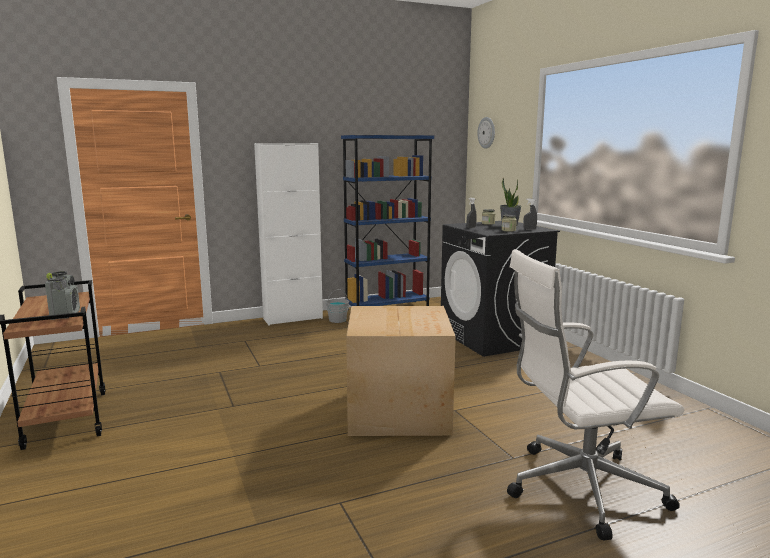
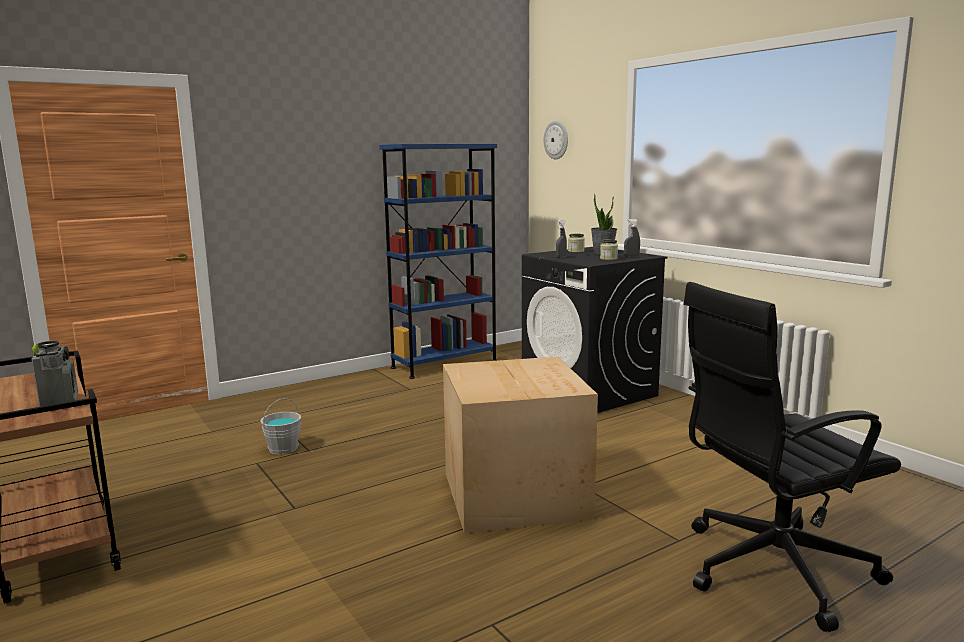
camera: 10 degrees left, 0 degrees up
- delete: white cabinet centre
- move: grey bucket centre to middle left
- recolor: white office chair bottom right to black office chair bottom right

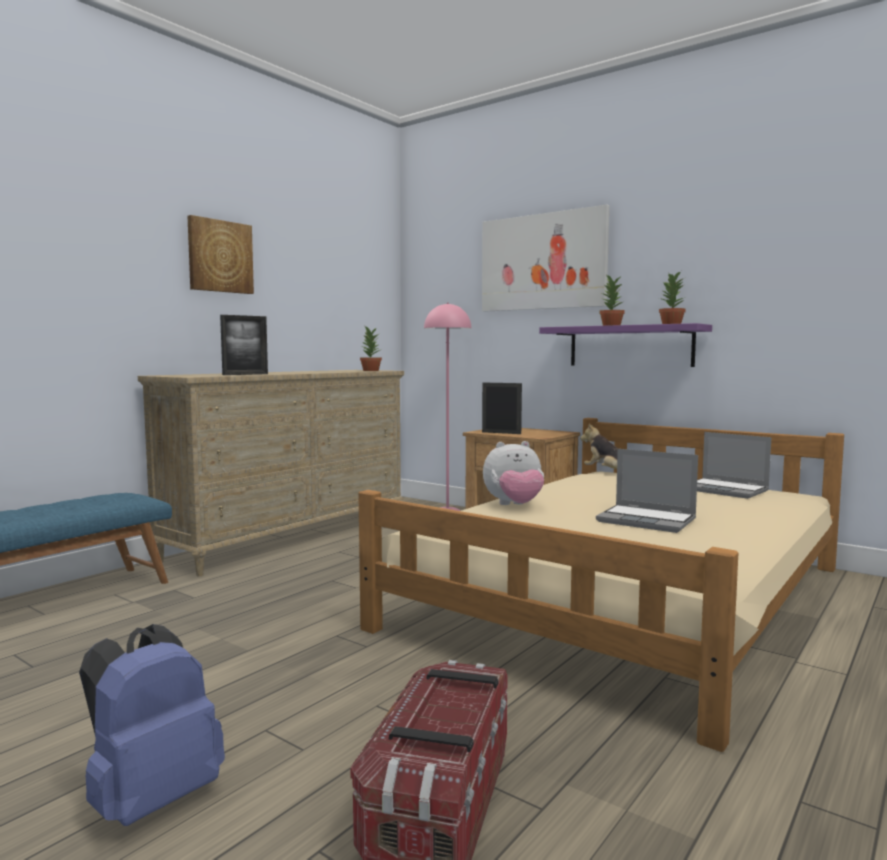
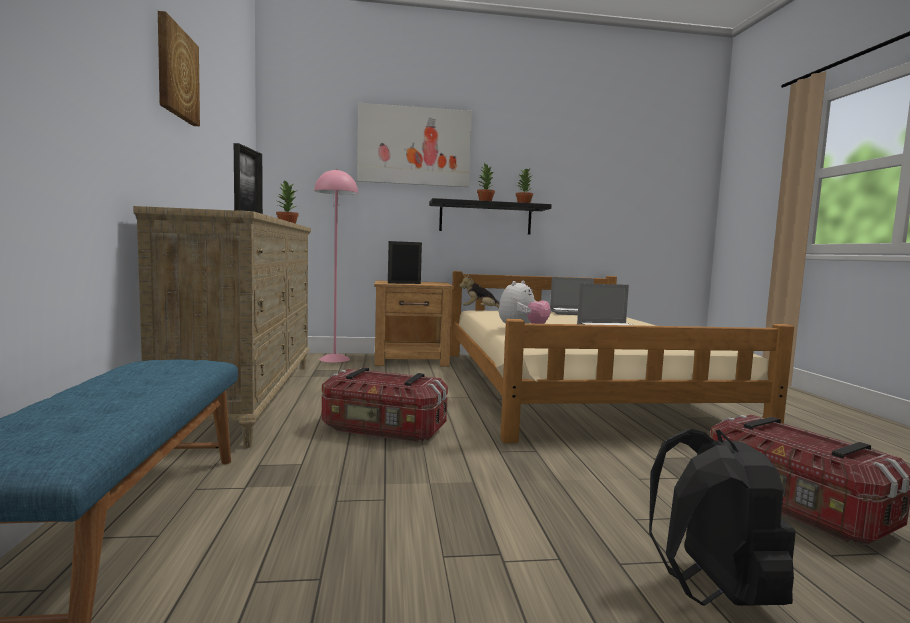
camera: 45 degrees left, 0 degrees up
- recolor: blue backpack bottom left to black backpack bottom right
- recolor: purple shelf middle right to black shelf centre
- insert: storage box (1st from left) centre

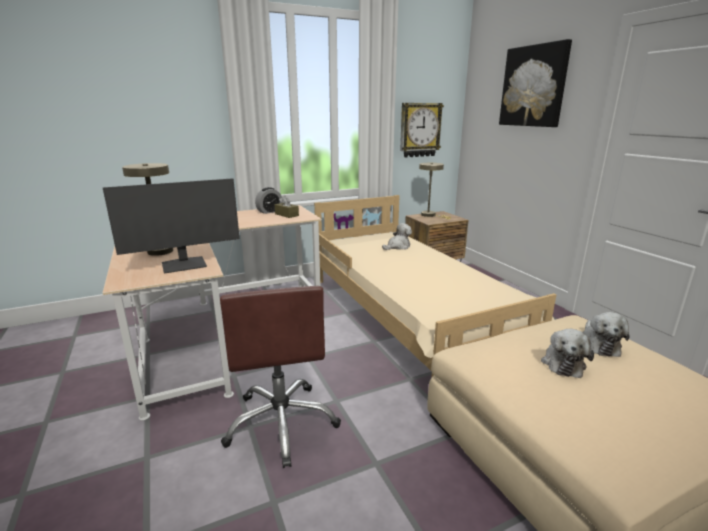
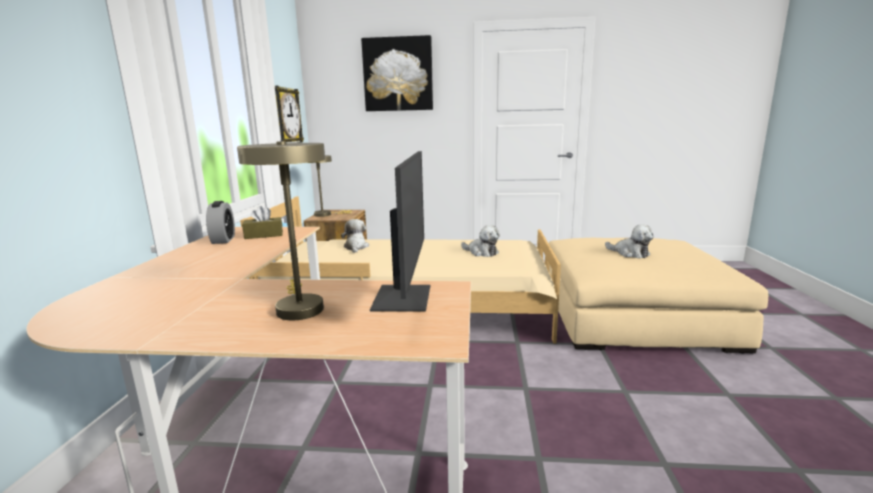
camera: 60 degrees left, 5 degrees down
- delete: brown office chair bottom centre
- move: plush toy (3rd from left in the first image) middle right to plush toy (2nd from left) centre

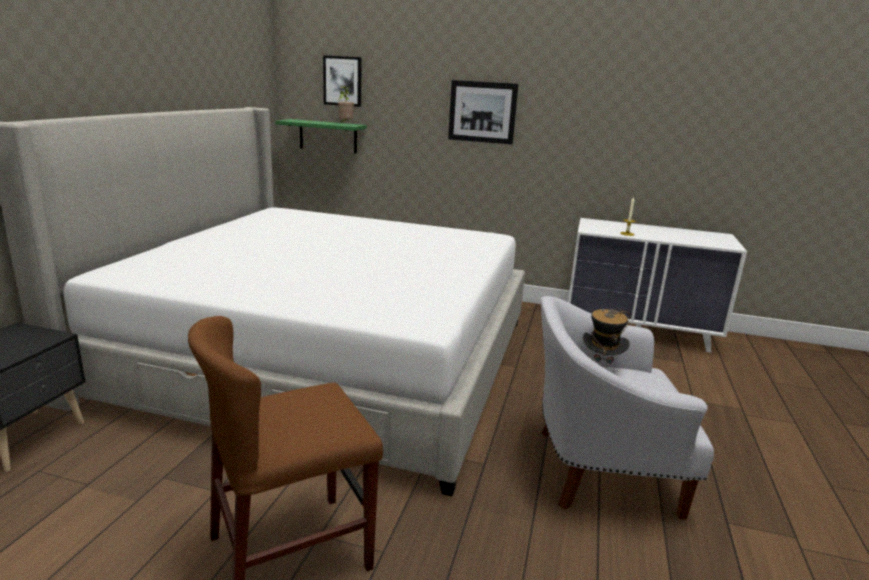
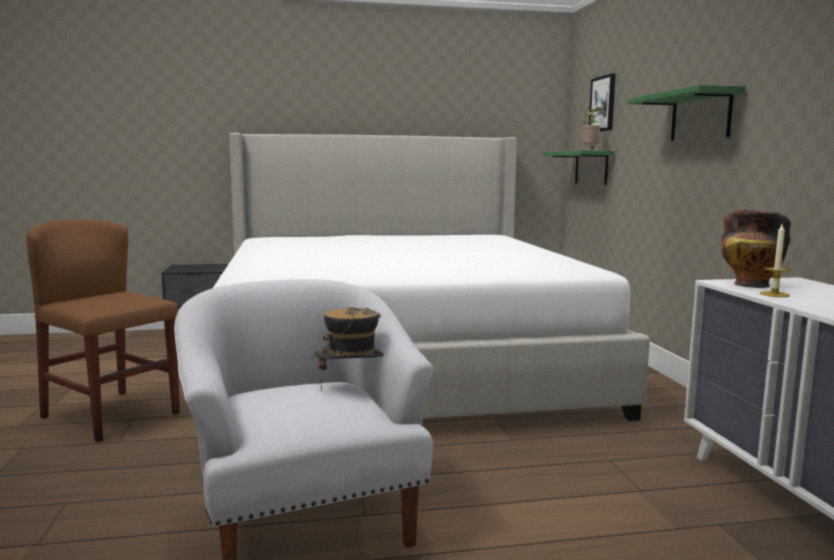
camera: 65 degrees right, 10 degrees down
- replace: picture (2nd from left) top centre to green shelf (2nd from left) top right
- insert: vase middle right

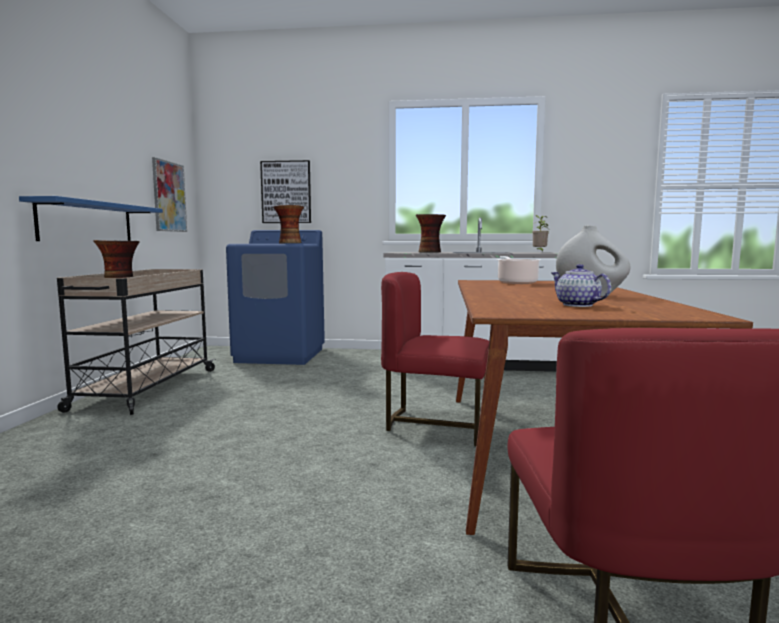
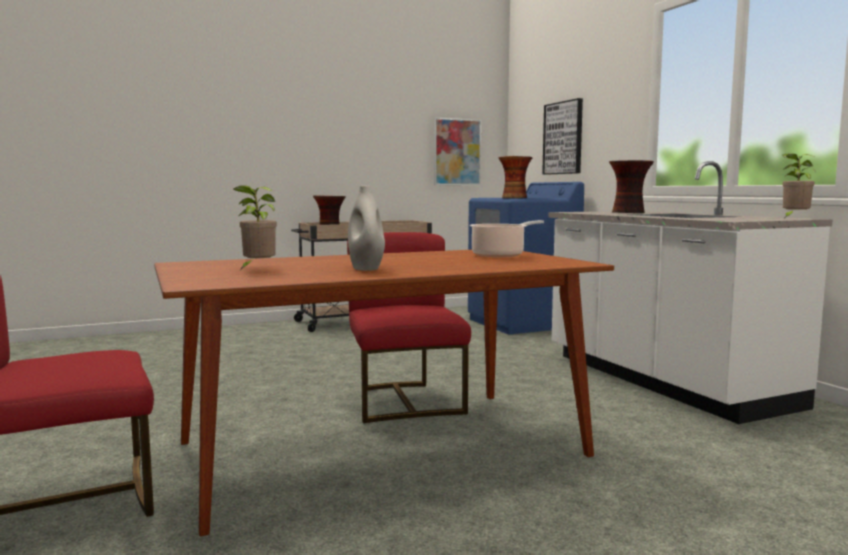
camera: 60 degrees right, 0 degrees up
- delete: blue shelf middle left
- replace: teapot middle right to potted plant (1st from left) middle left

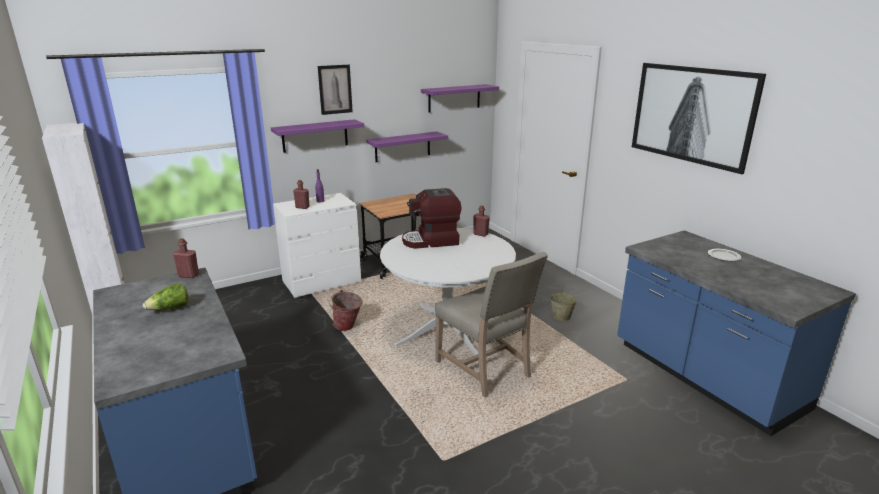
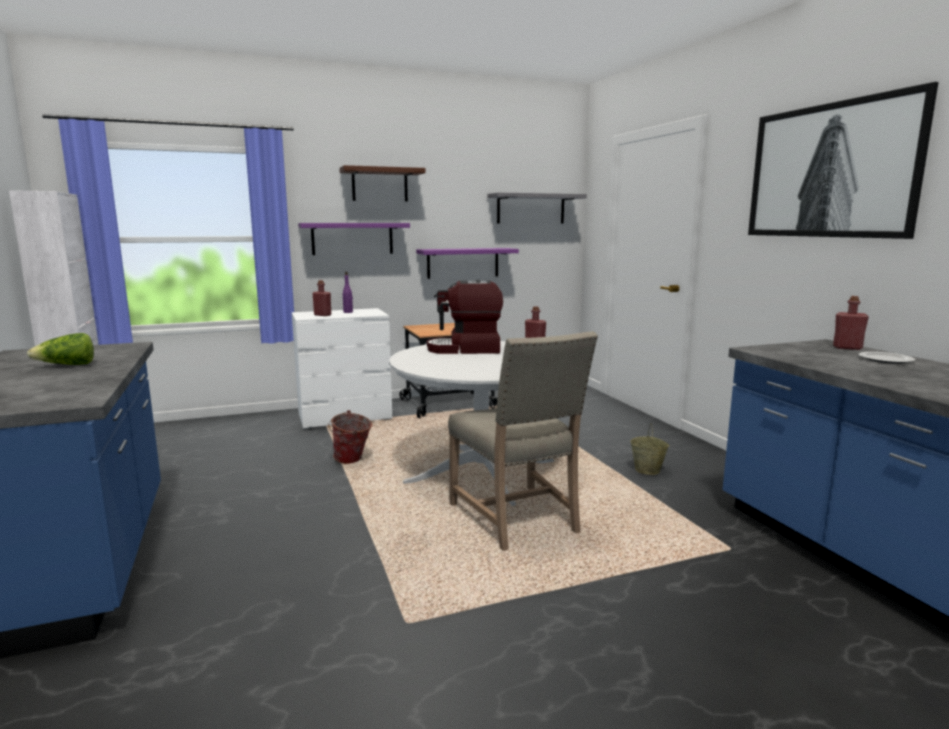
camera: 10 degrees right, 10 degrees down
- move: red bottle (1st from left in the first image) middle left to red bottle (3rd from left) middle right
- replace: picture (1st from left) top centre to brown shelf top centre
- recolor: purple shelf (3rd from left) top centre to grey shelf top centre

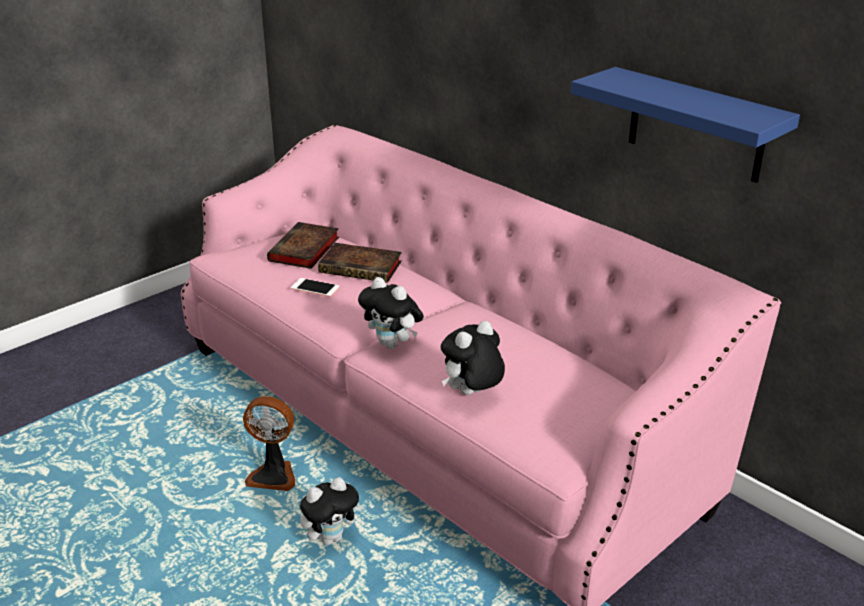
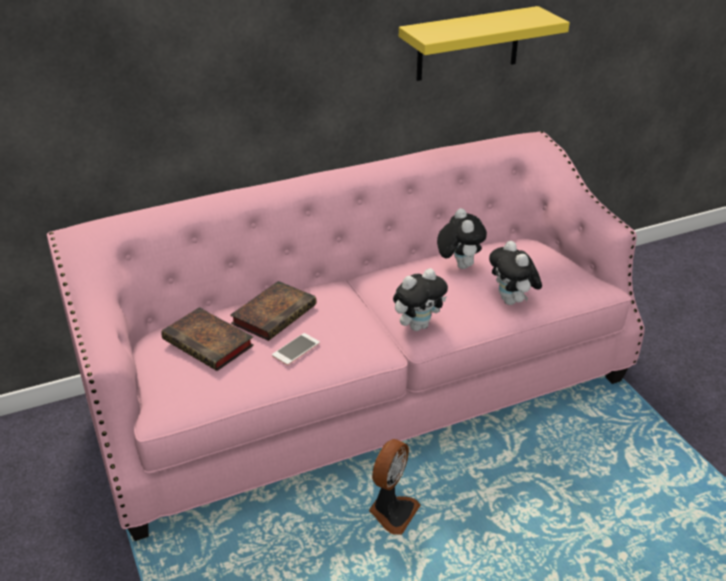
camera: 70 degrees left, 5 degrees up
- move: plush toy (1st from left in the first image) bottom centre to plush toy (2nd from left) centre
- recolor: blue shelf top right to yellow shelf top right

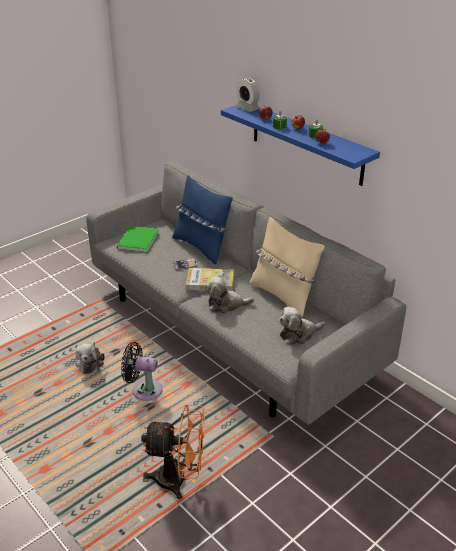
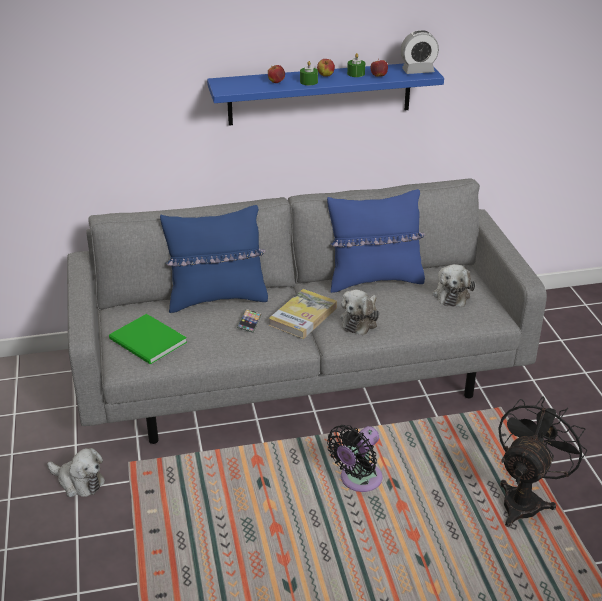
camera: 60 degrees left, 0 degrees up
- move: plush toy (1st from left) middle left to bottom left
- recolor: orange fan bottom centre to black fan (2nd from left) bottom right
- move: alarm clock top centre to top right
- recolor: beige pillow centre to blue pillow (2nd from left) centre

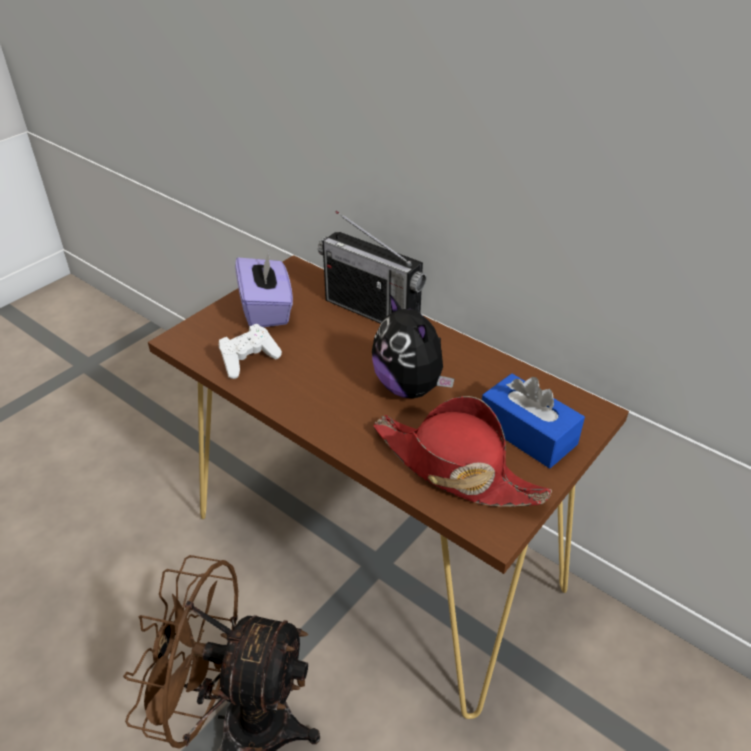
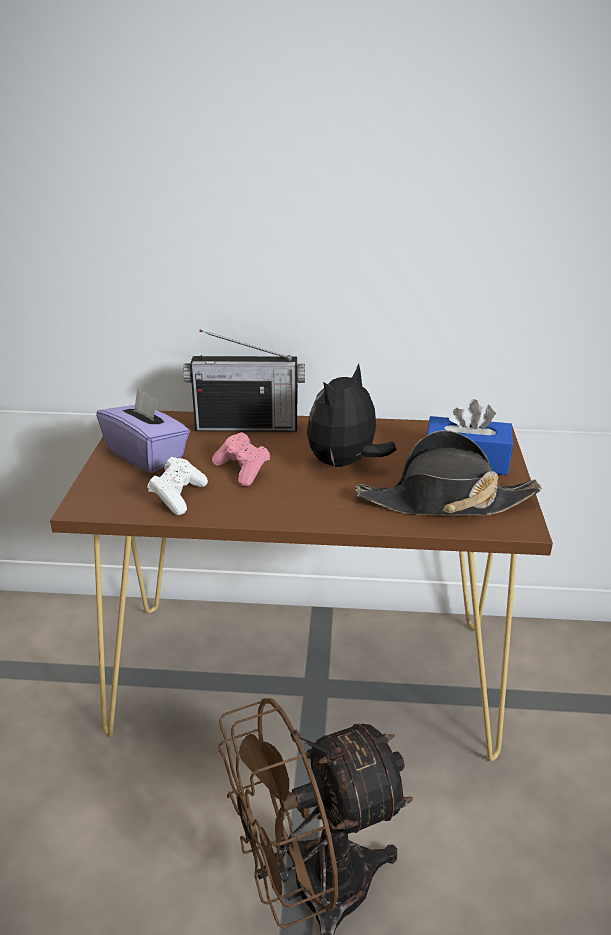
camera: 35 degrees left, 10 degrees down
- rotate: plush toy centre = centre 105 degrees clockwise
- recolor: red hat centre to black hat middle right
- insert: pink game controller centre

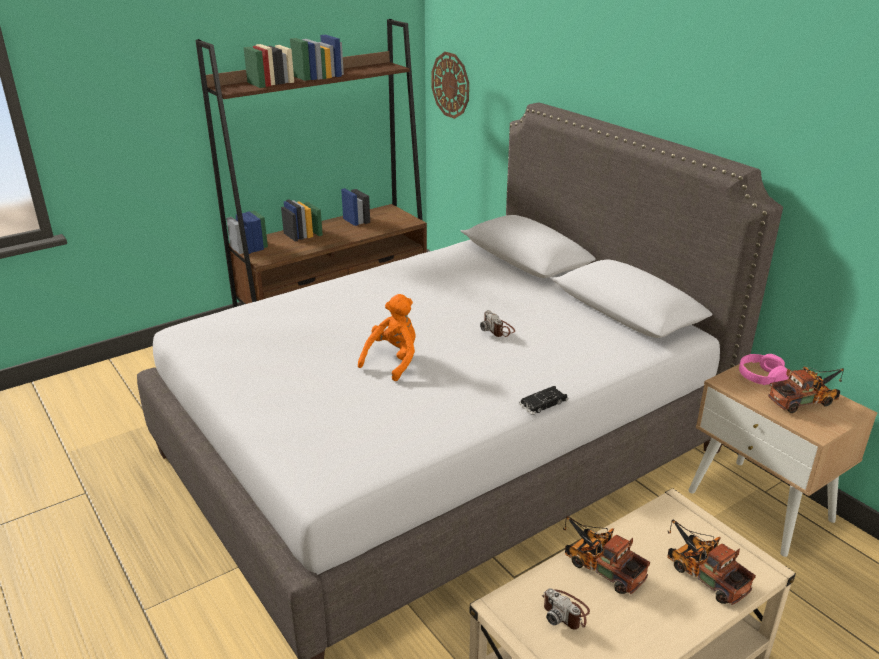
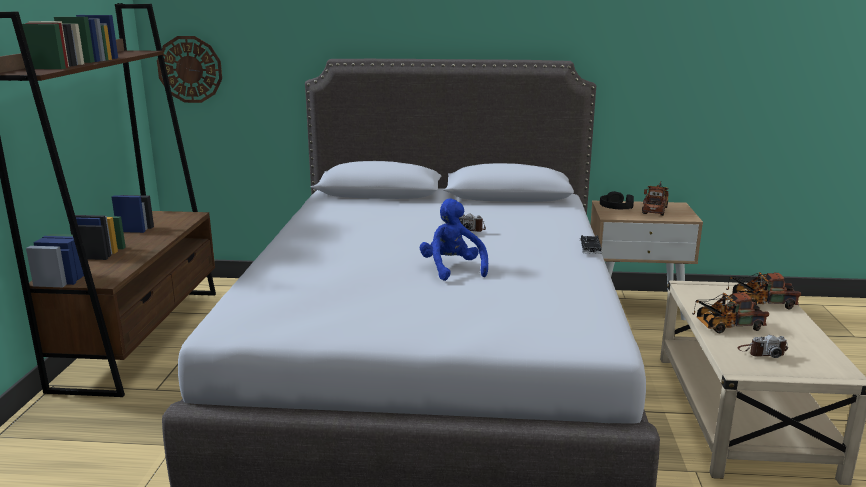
camera: 50 degrees left, 10 degrees down
- recolor: orange plush toy centre to blue plush toy centre
- recolor: pink headphones middle right to black headphones middle right

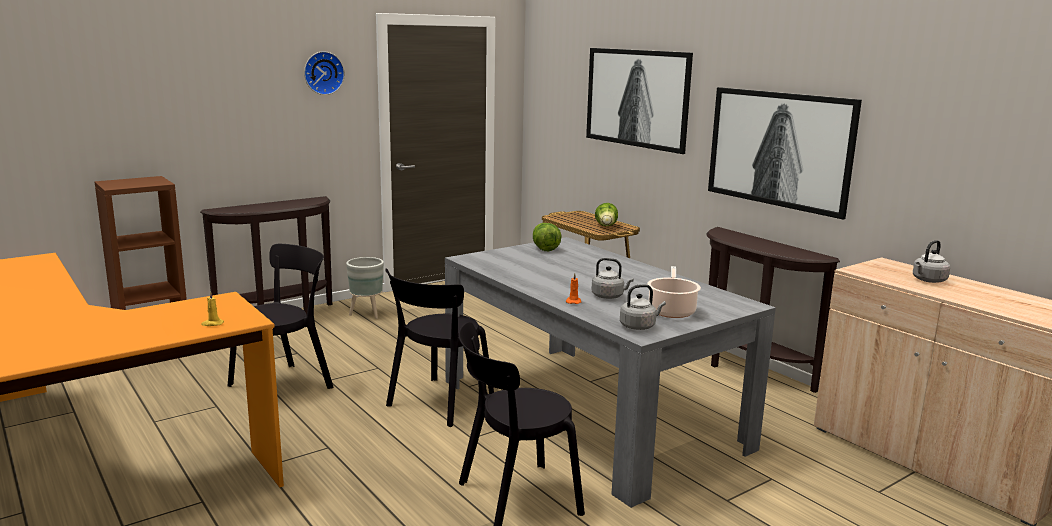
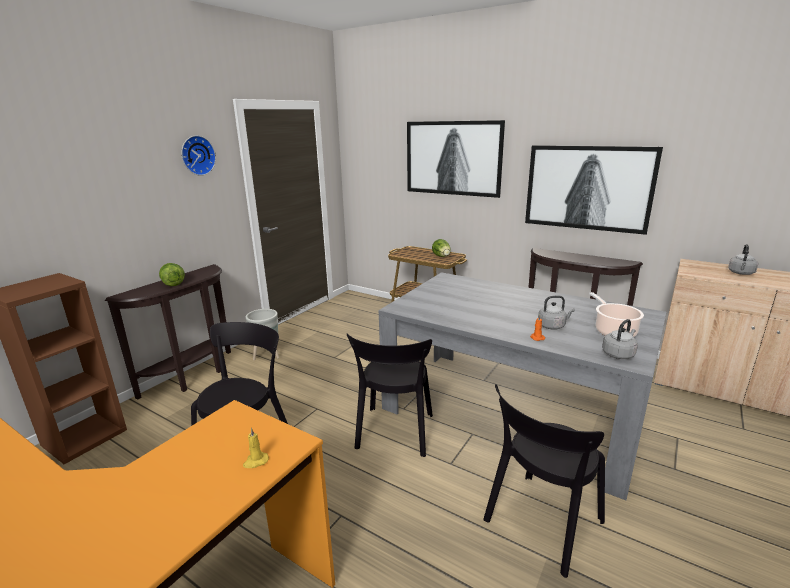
camera: 20 degrees left, 5 degrees up
- move: lettuce (1st from left) centre to middle left

